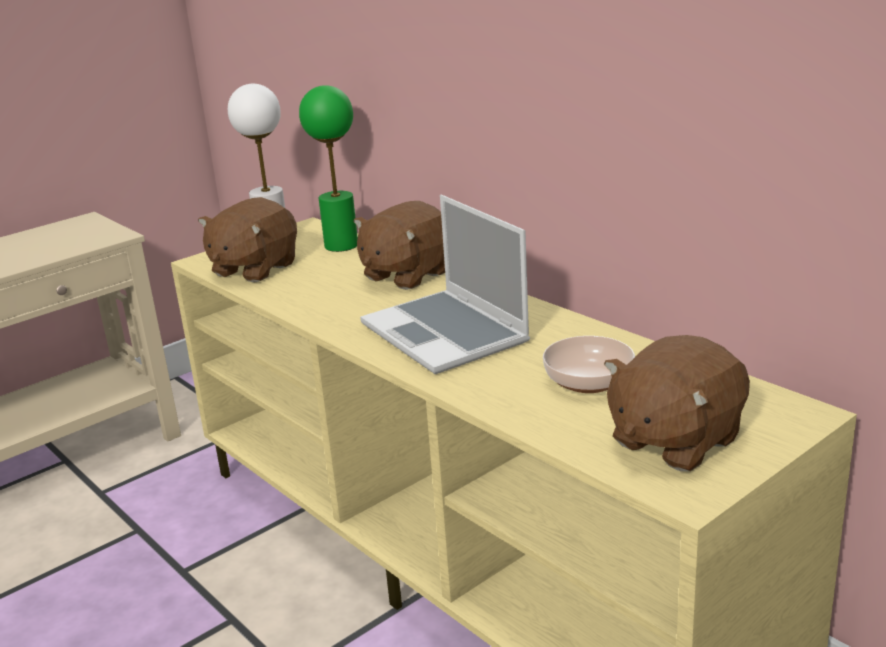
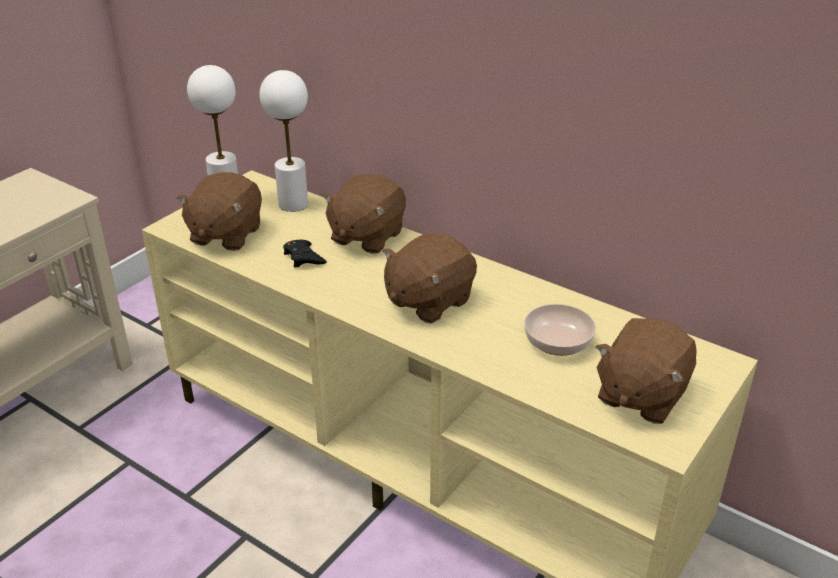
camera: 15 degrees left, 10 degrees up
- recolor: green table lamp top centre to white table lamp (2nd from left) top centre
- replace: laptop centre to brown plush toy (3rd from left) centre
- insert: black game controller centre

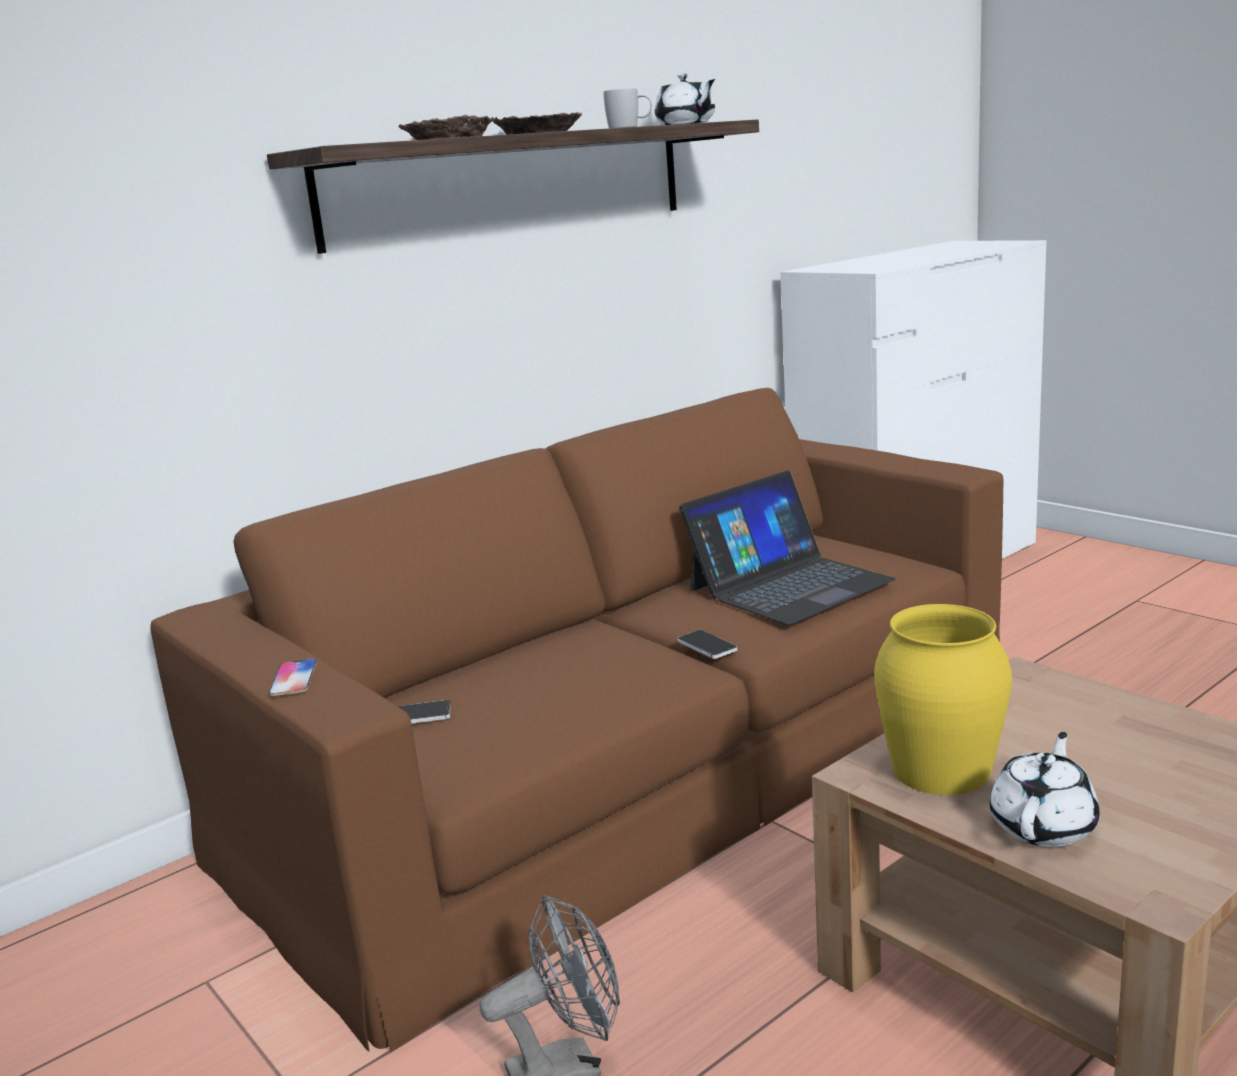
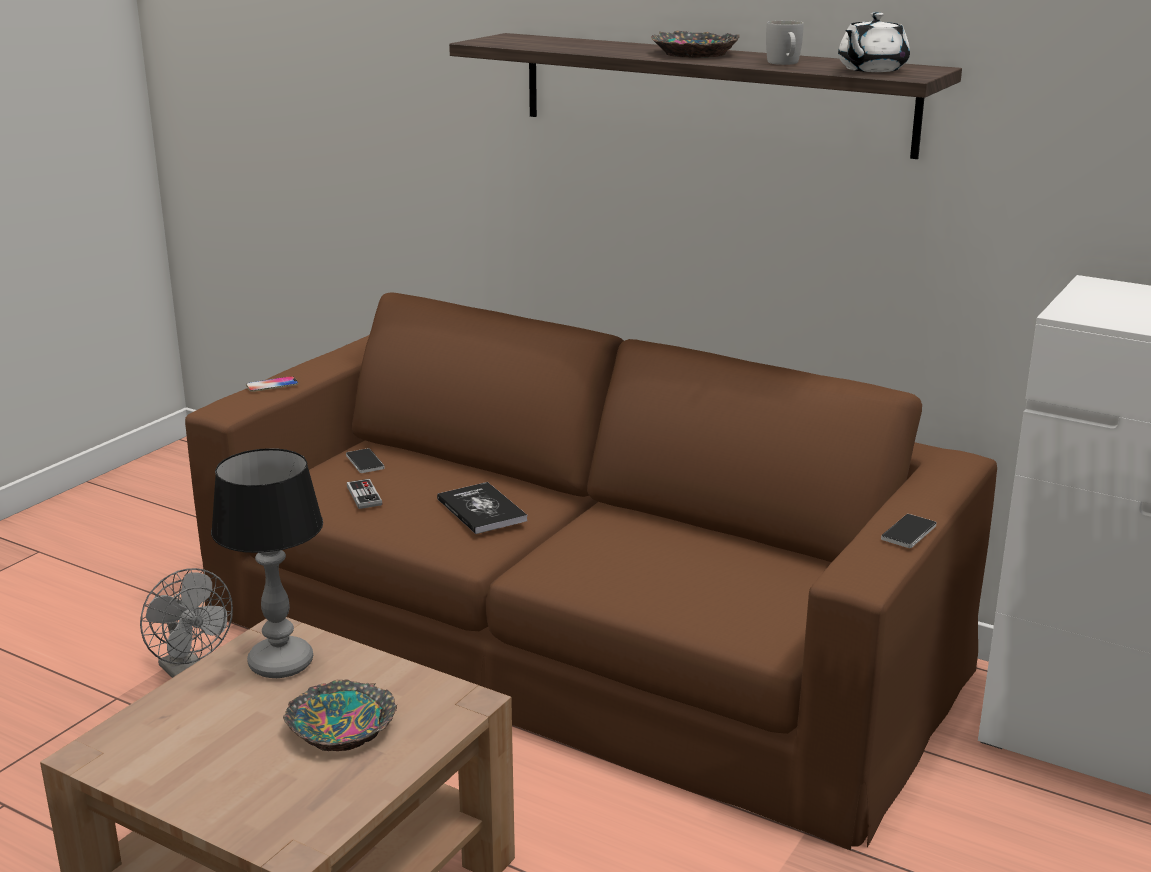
camera: 70 degrees right, 5 degrees up
- move: bowl (1st from left) top centre to bottom left
- move: phone (3rd from left) centre to middle right
- delete: laptop centre
- replace: yellow vase middle right to table lamp middle left
- delete: white teapot (2nd from left) bottom right
- insert: game controller middle left
- insert: book centre

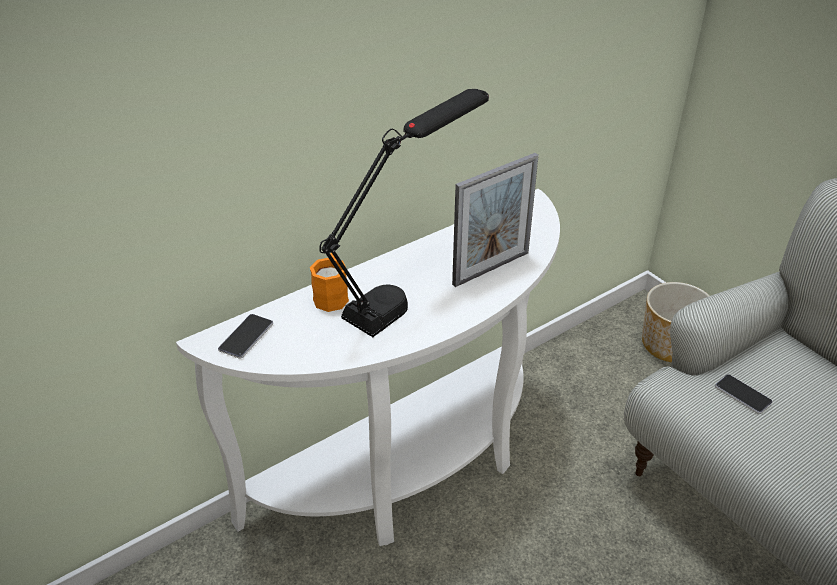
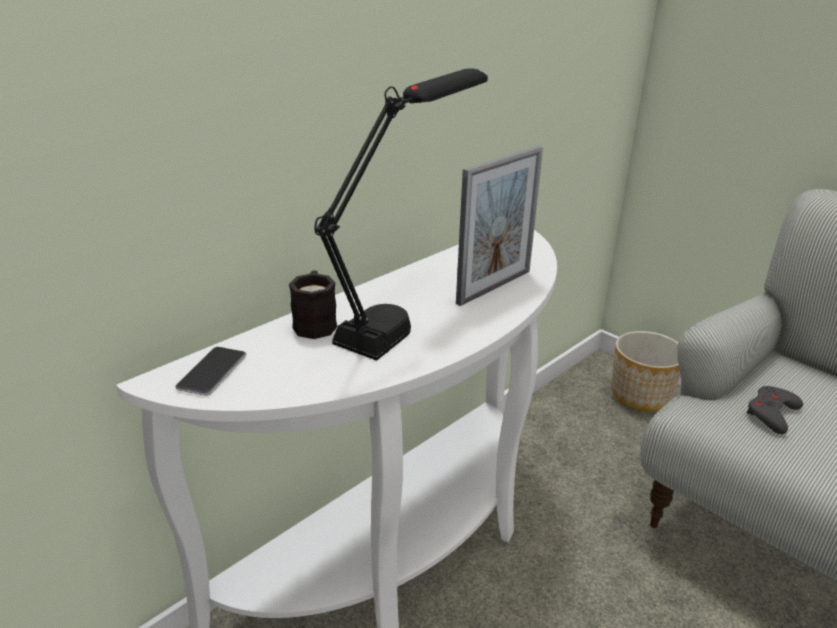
camera: 10 degrees left, 10 degrees down
- recolor: orange mug centre to black mug centre
- replace: phone (2nd from left) bottom right to grey game controller middle right

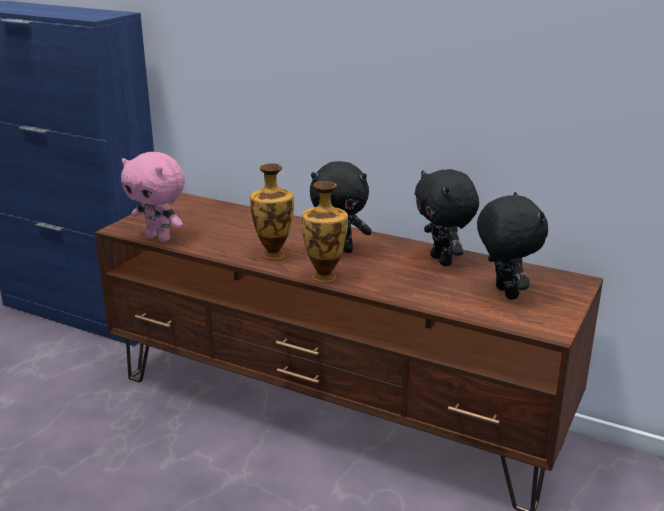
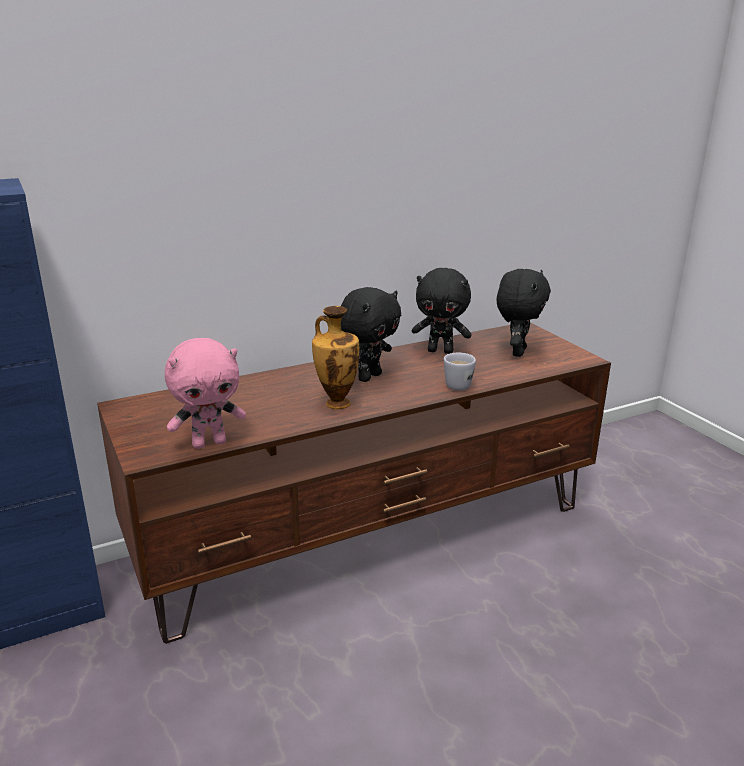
camera: 55 degrees left, 0 degrees up
- delete: vase (2nd from left) centre
- rotate: black plush toy (3rd from left) middle right = middle right 90 degrees clockwise
- insert: white mug centre

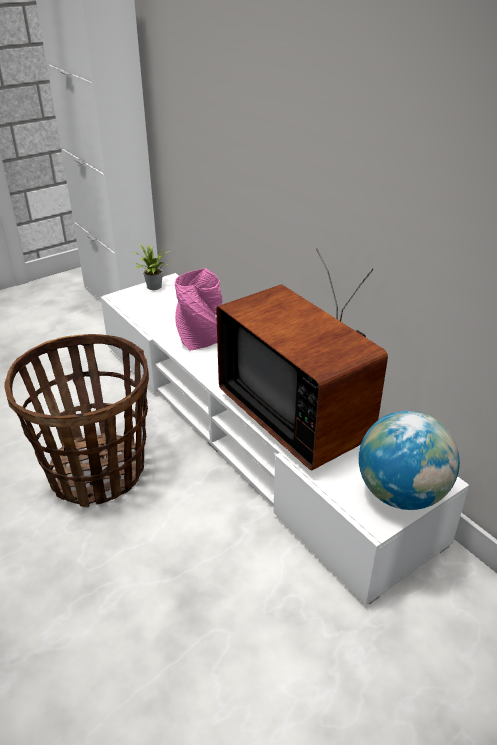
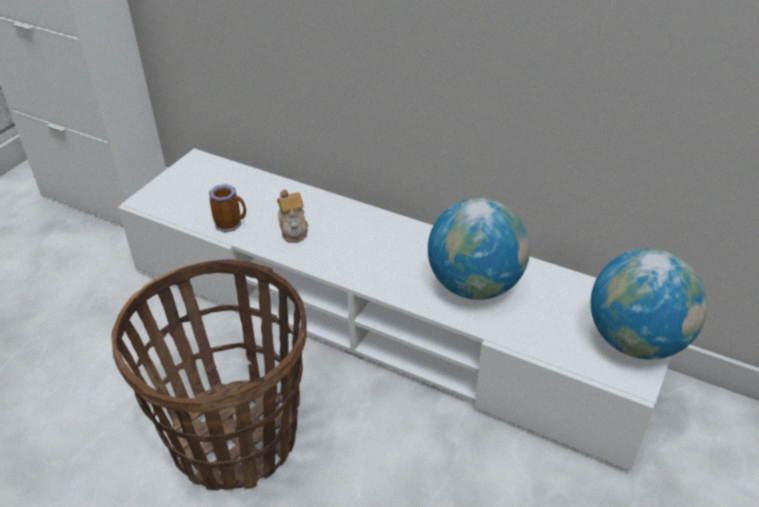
camera: 25 degrees left, 5 degrees up
- delete: potted plant middle left
- replace: pink vase centre to teapot centre
- replace: television centre to globe (1st from left) centre
- insert: mug middle left

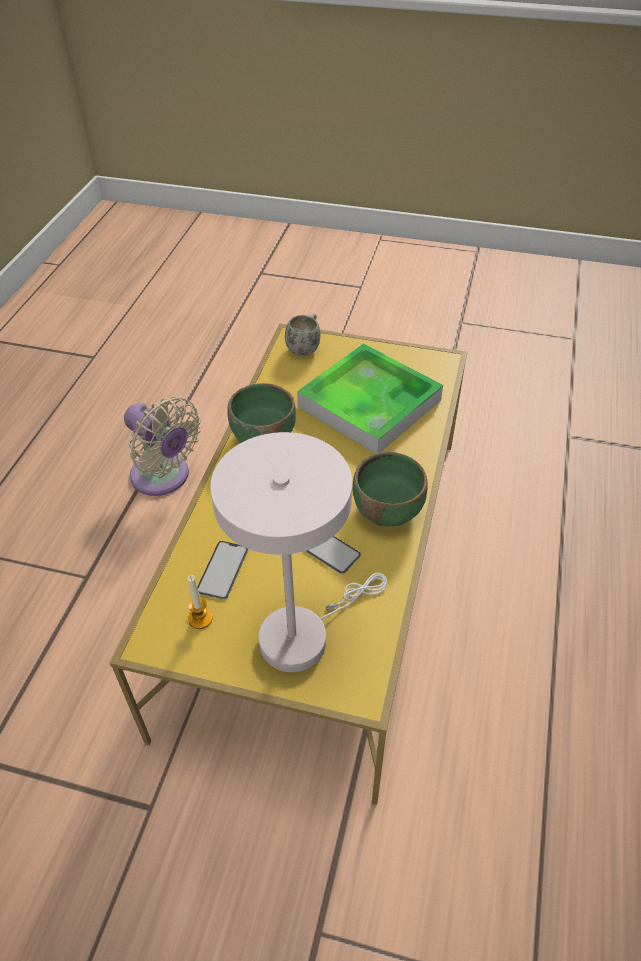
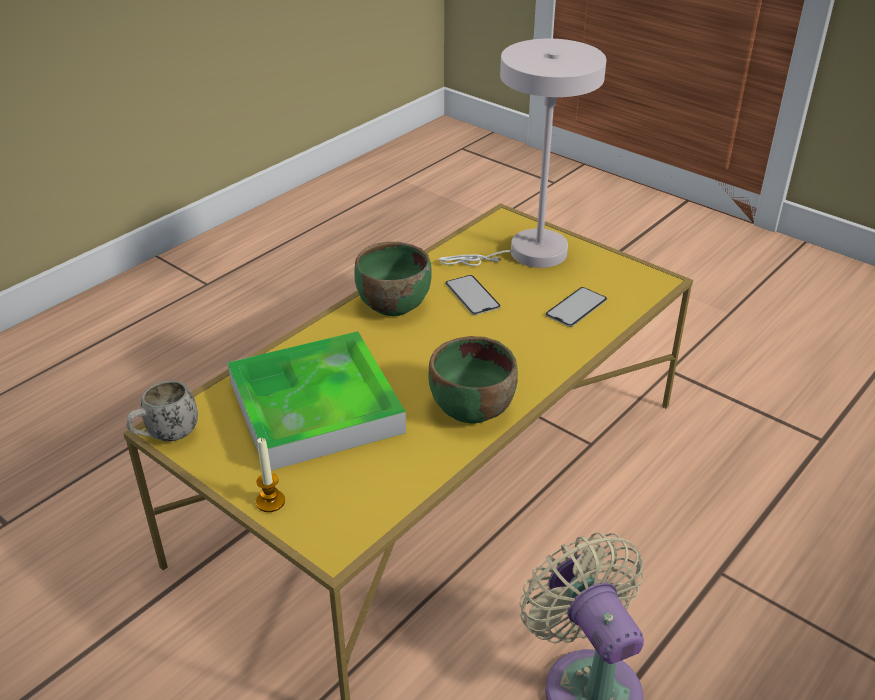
camera: 155 degrees left, 10 degrees down
- move: candle middle left to bottom left
- move: white mug centre to middle left

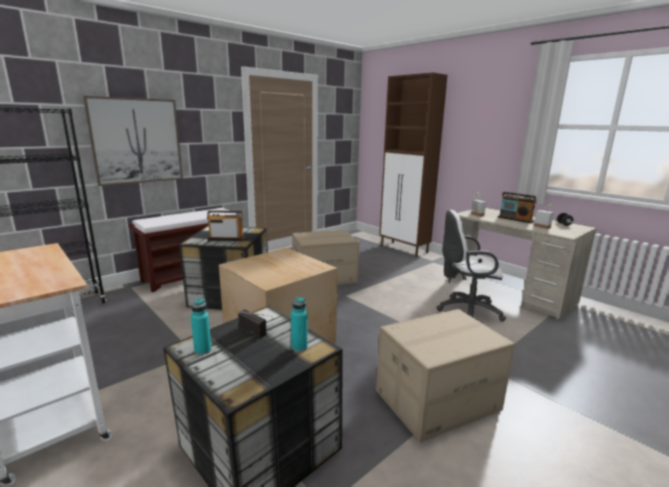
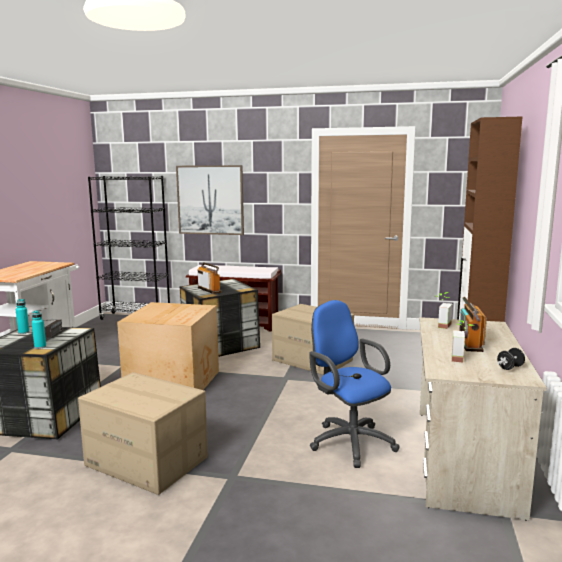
camera: 55 degrees right, 5 degrees down
- recolor: white office chair middle right to blue office chair bottom centre

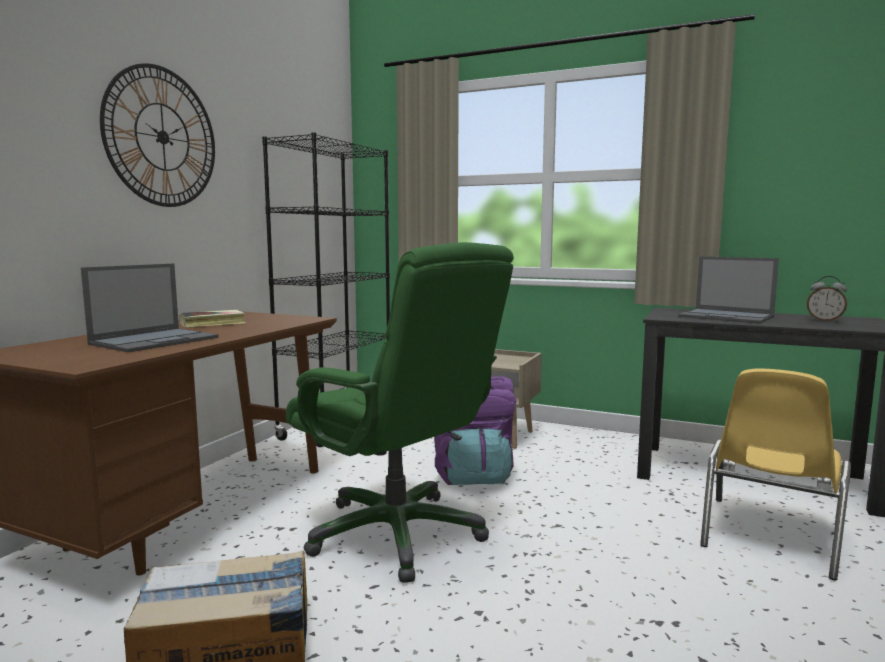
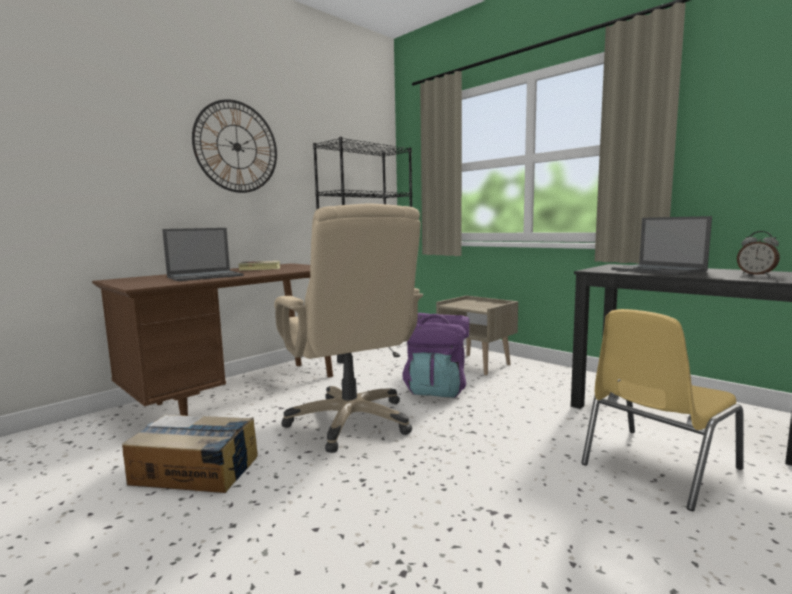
camera: 20 degrees right, 0 degrees up
- recolor: green office chair centre to beige office chair centre

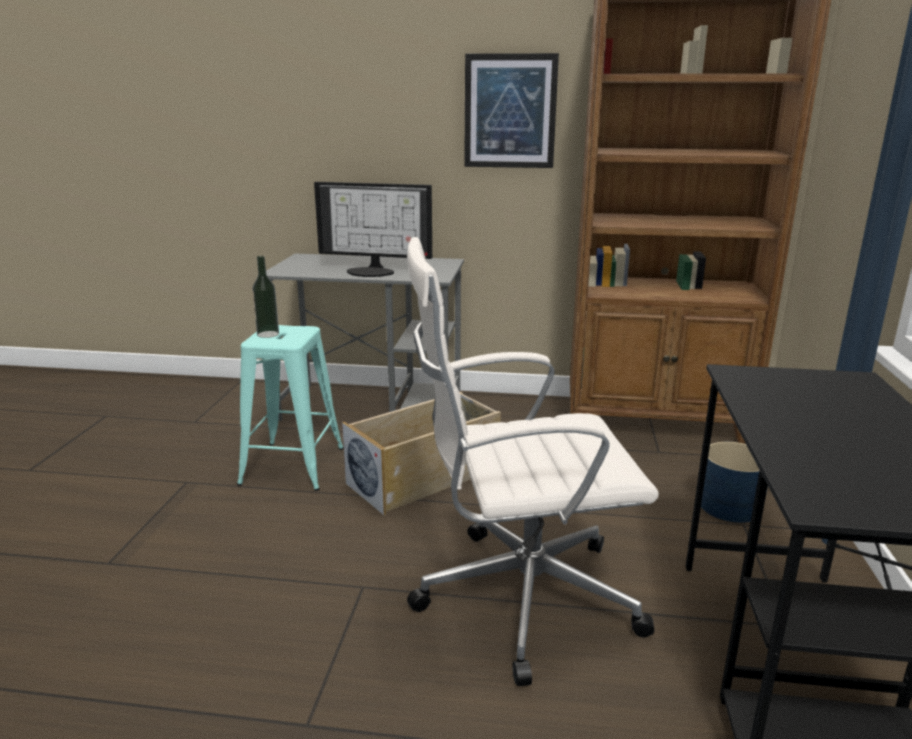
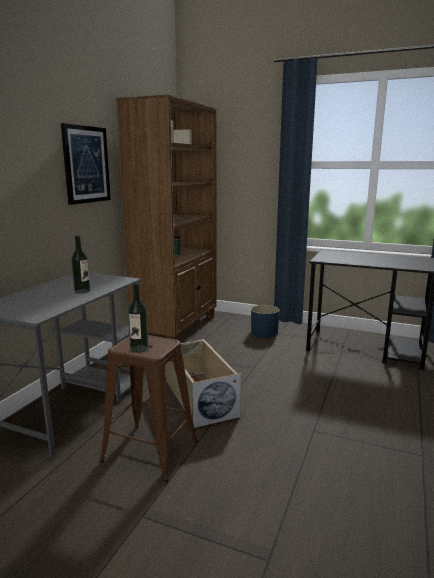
camera: 75 degrees left, 5 degrees down
- recolor: turquoise stool middle left to brown stool bottom centre
- replace: monitor top centre to bottle (1st from left) middle left
- delete: white office chair centre

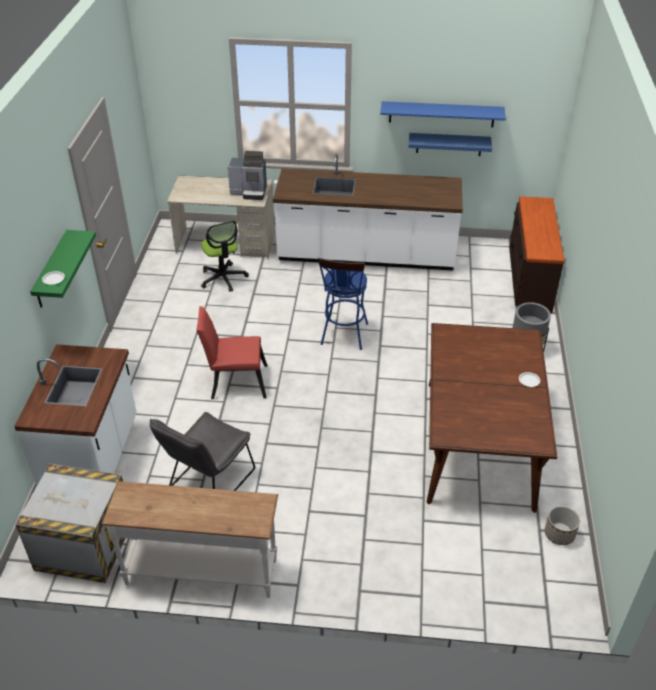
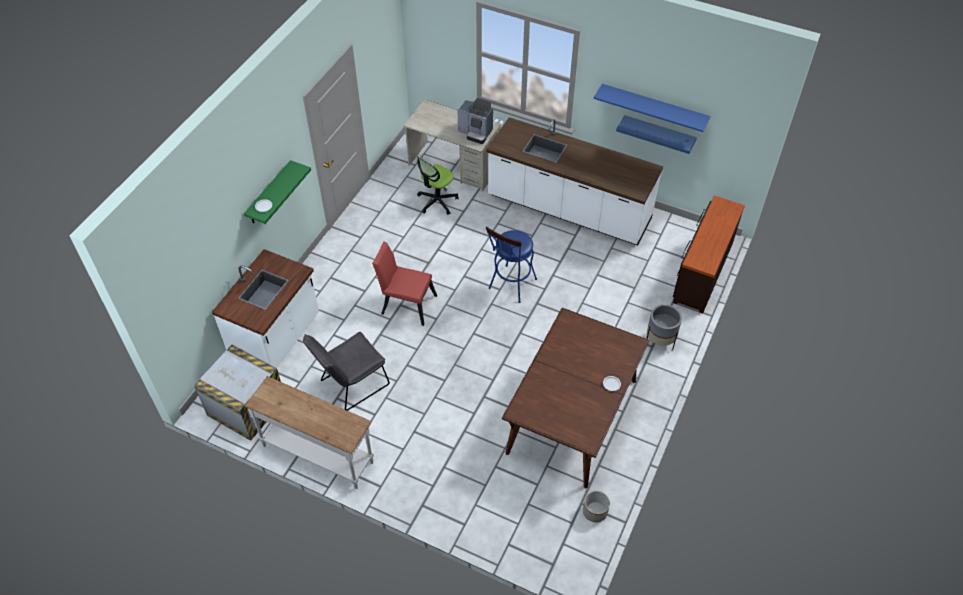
camera: 20 degrees right, 10 degrees up
- rotate: office chair centre = top centre 45 degrees clockwise

